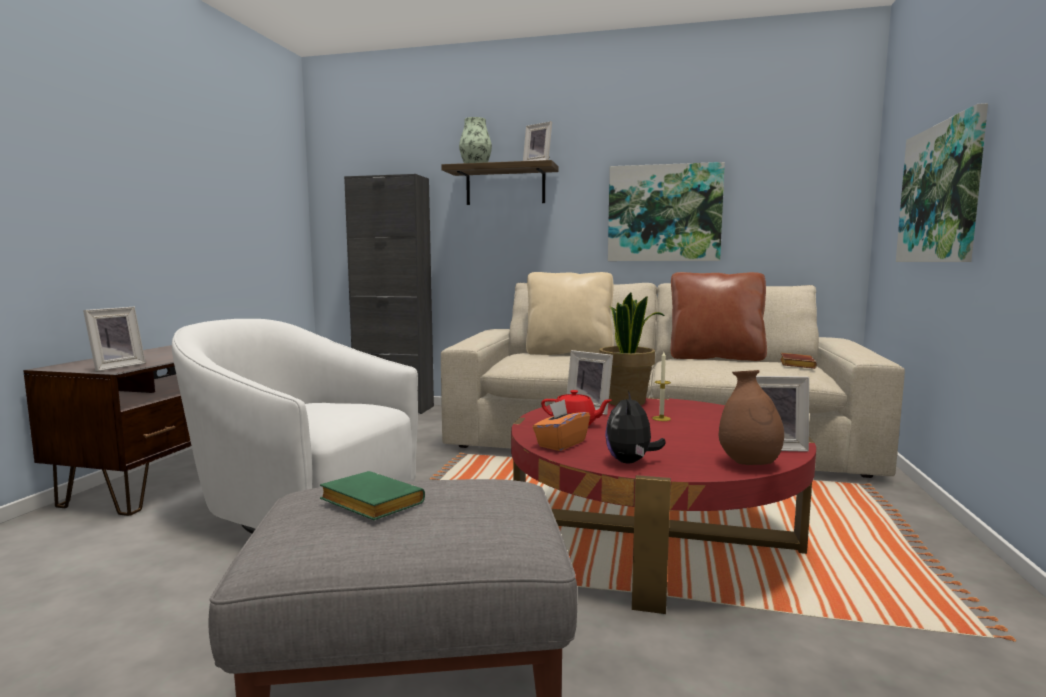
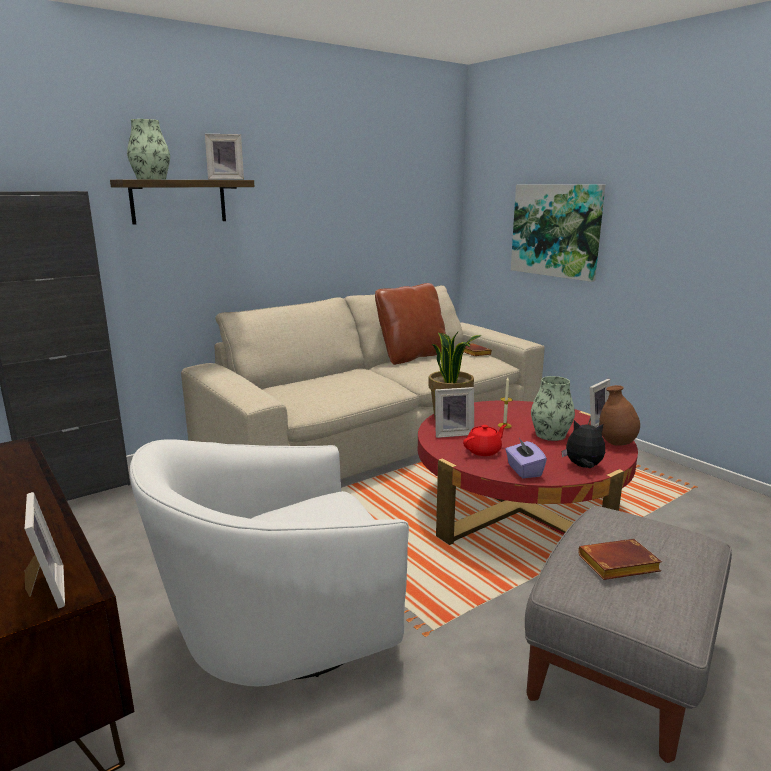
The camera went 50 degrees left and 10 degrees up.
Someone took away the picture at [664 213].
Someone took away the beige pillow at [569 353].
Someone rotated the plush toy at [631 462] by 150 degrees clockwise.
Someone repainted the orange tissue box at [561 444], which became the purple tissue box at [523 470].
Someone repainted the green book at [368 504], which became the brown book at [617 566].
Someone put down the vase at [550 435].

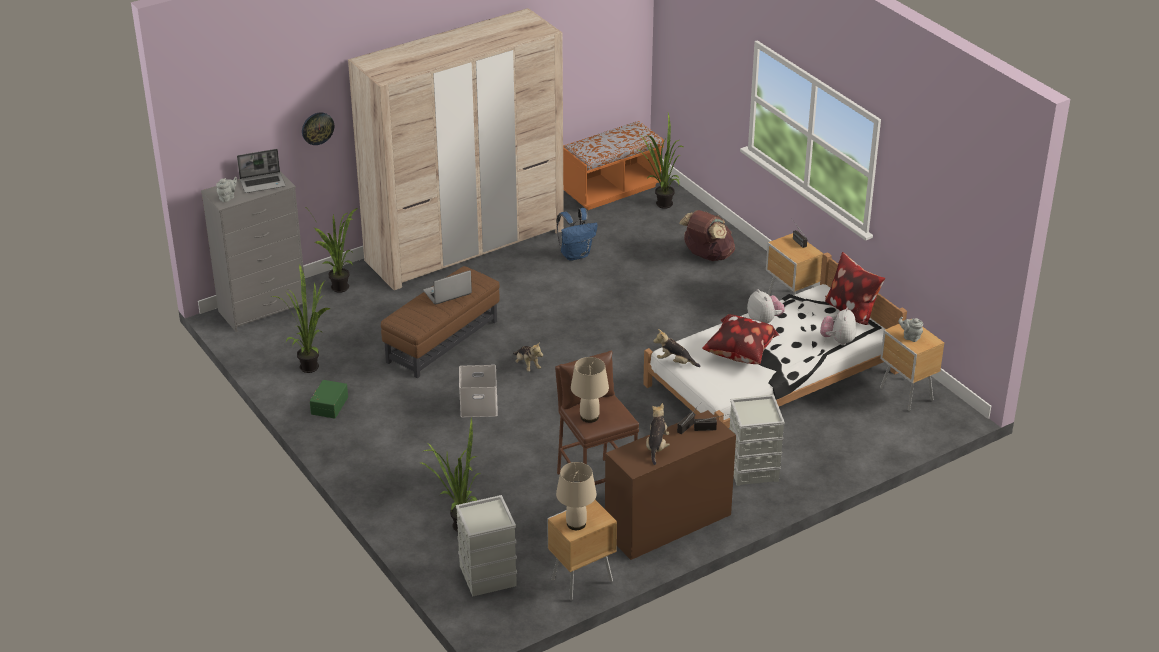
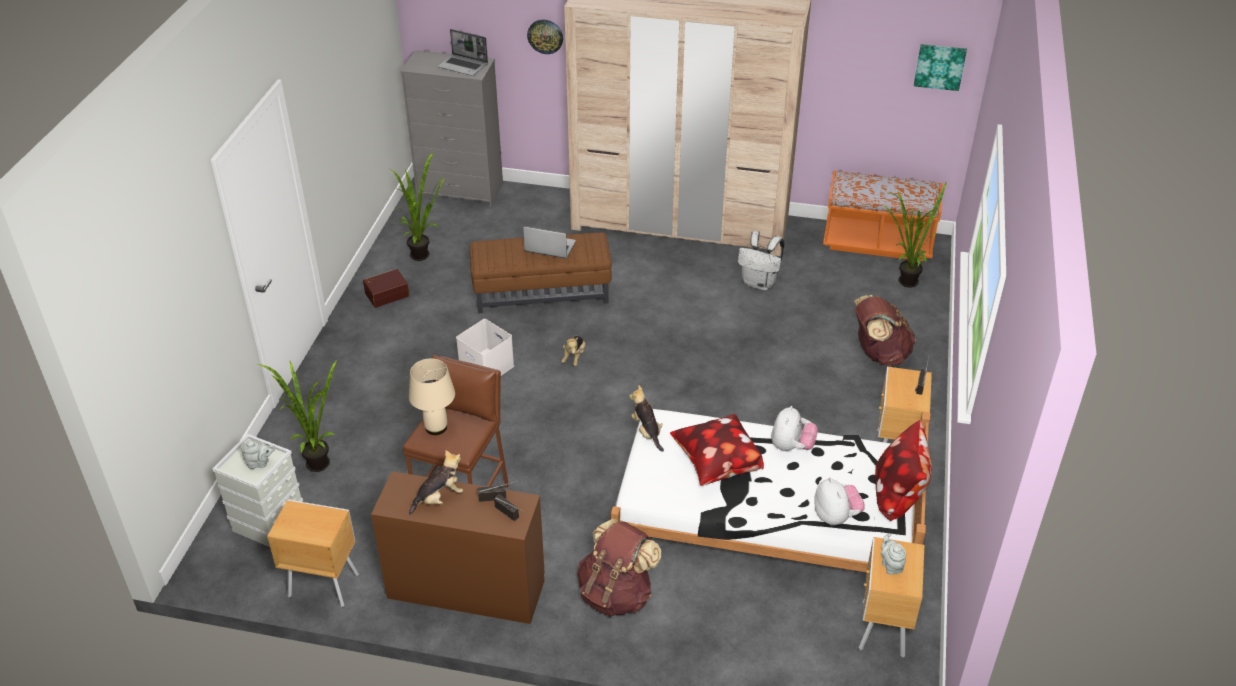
The camera went 45 degrees right and 5 degrees up.
Someone carried the grey teapot from [228 198] to [260 463].
Someone took away the potted plant at [340 290].
Someone repainted the blue backpack at [575 254], which became the white backpack at [759 283].
Someone rotated the plush toy at [837 340] by 105 degrees clockwise.
Someone repainted the green storage box at [328 405], which became the brown storage box at [386 294].
Someone swapped the grey storage box at [753 469] for the brown backpack at [616 594].
Someone took away the beige table lamp at [576 524].
Someone put up the picture at [939 66].

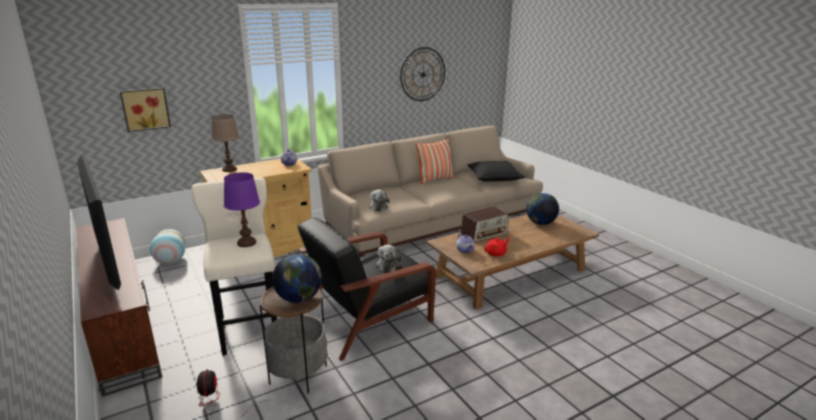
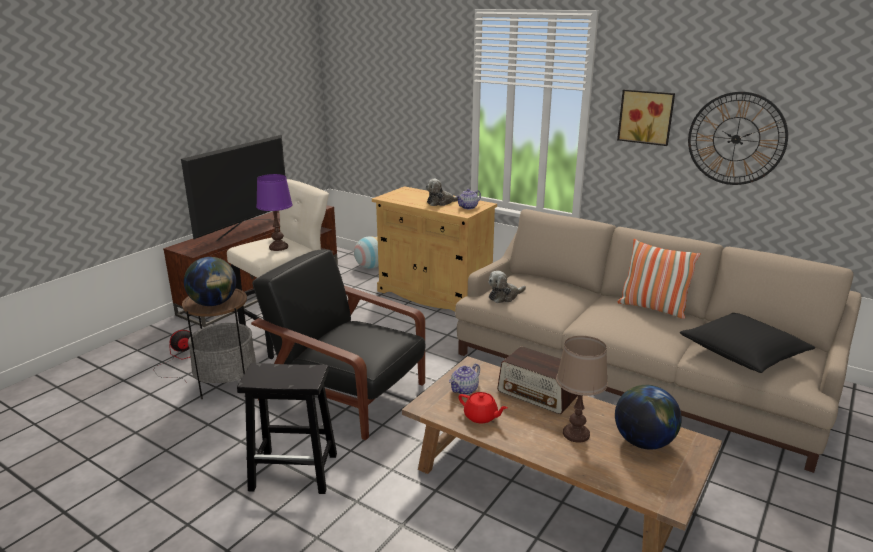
The camera went 65 degrees right and 0 degrees up.
Someone carried the picture from [145 109] to [646 117].
Someone carried the brown table lamp from [229 169] to [576 434].
Someone carried the plush toy from [388 264] to [441 202].
Someone put down the black stool at [295 471].

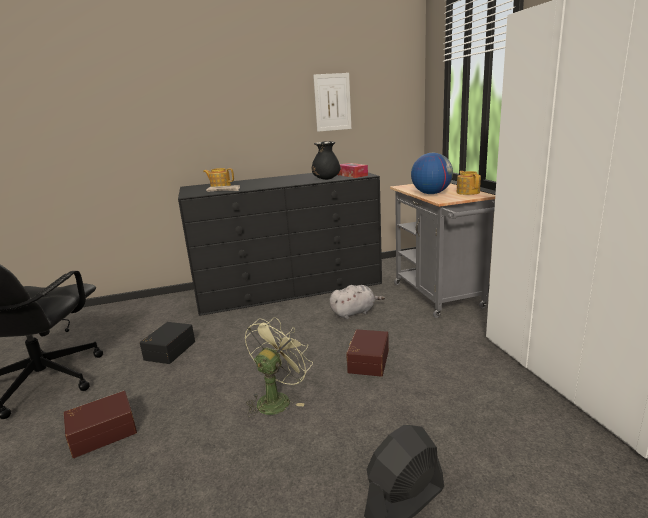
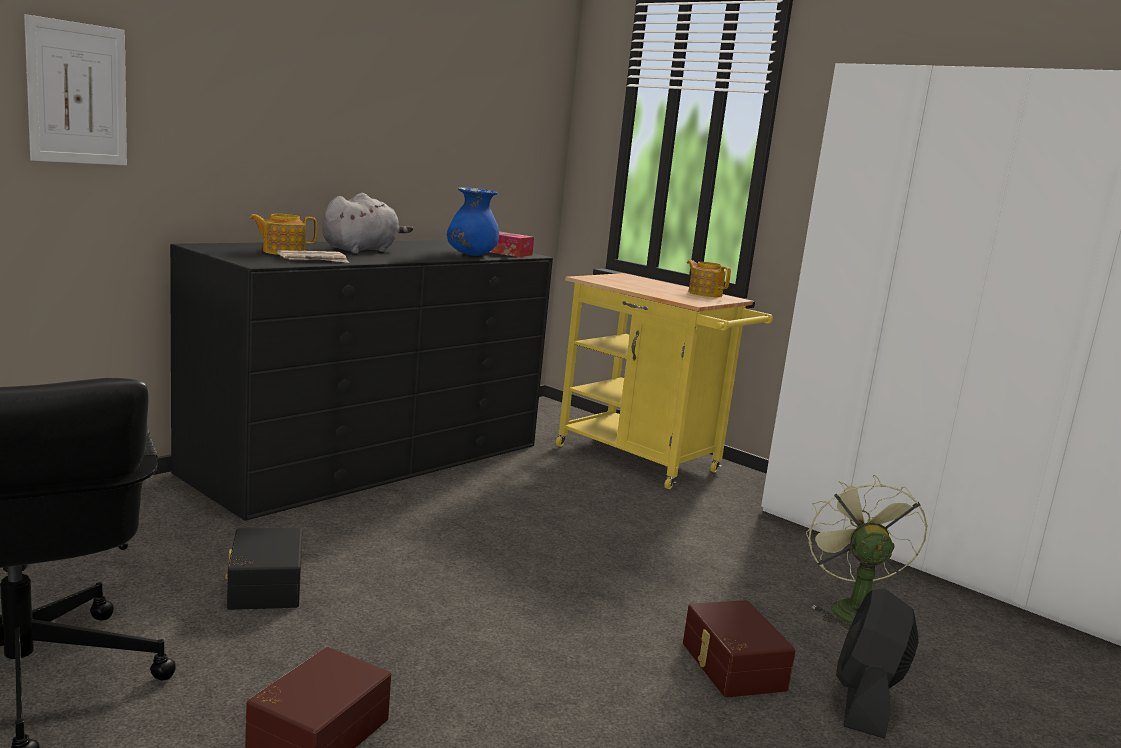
The camera went 35 degrees left and 5 degrees down.
Someone carried the picture from [332 102] to [77 93].
Someone repainted the black vase at [326 179], which became the blue vase at [471 255].
Someone took away the globe at [431 193].
Someone repainted the grey cart at [441 297], which became the yellow cart at [645 462].
Someone carried the grey plush toy from [354 312] to [362 250].
Someone carried the green fan from [277 399] to [851 608].
Someone carried the brown storage box from [367 361] to [731 666].

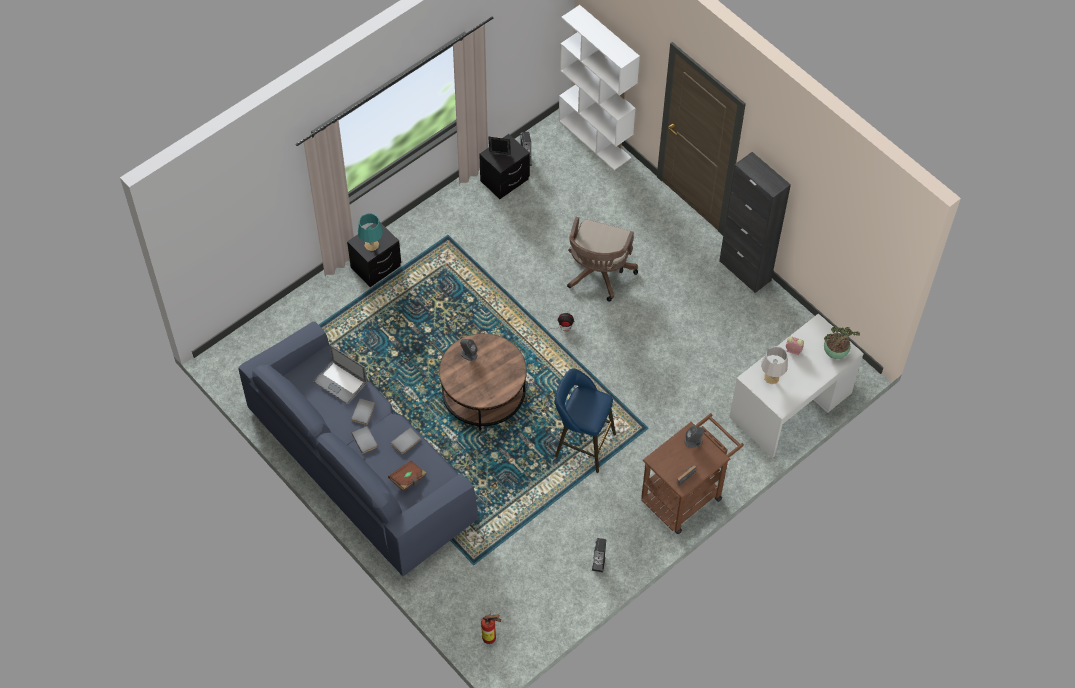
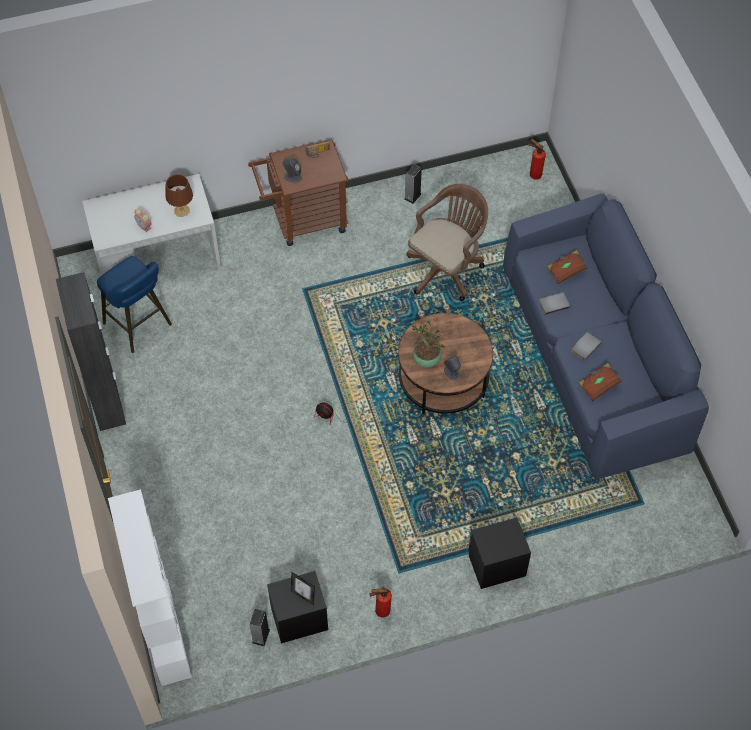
The camera went 155 degrees left and 0 degrees up.
Someone took away the turquoise table lamp at [371 245].
Someone carried the brown office chair from [598 274] to [446 268].
Someone carried the potted plant from [836 352] to [425 360].
Someone swapped the laptop at [340 382] for the brown book at [598 385].
Someone repainted the grey table lamp at [772 377], which became the brown table lamp at [181 210].
Someone carried the blue stool from [581 444] to [140 326].
Someone took away the grey book at [365 440].
Someone put down the fire extinguisher at [380 611].

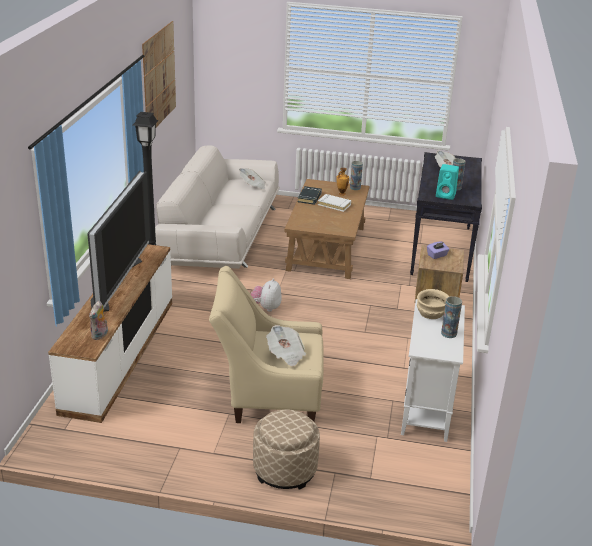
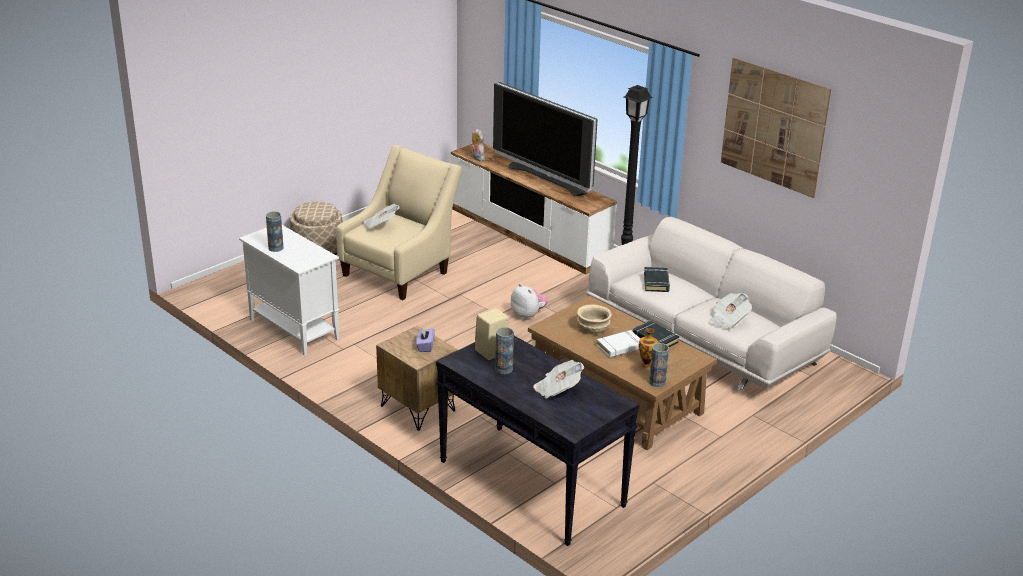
The camera went 125 degrees right and 0 degrees up.
Someone repainted the turquoise speaker at [446 195], which became the beige speaker at [491 352].
Someone carried the beige bowl from [431 313] to [592 328].
Someone put down the black book at [656 282].

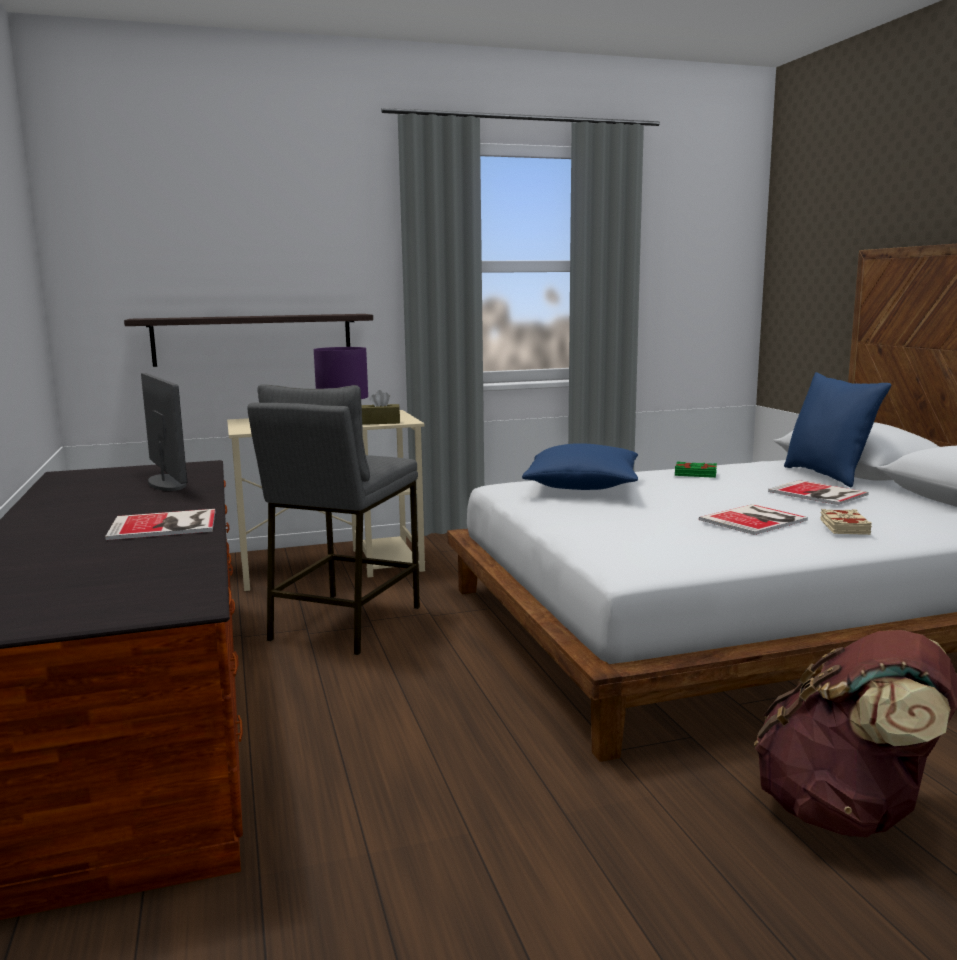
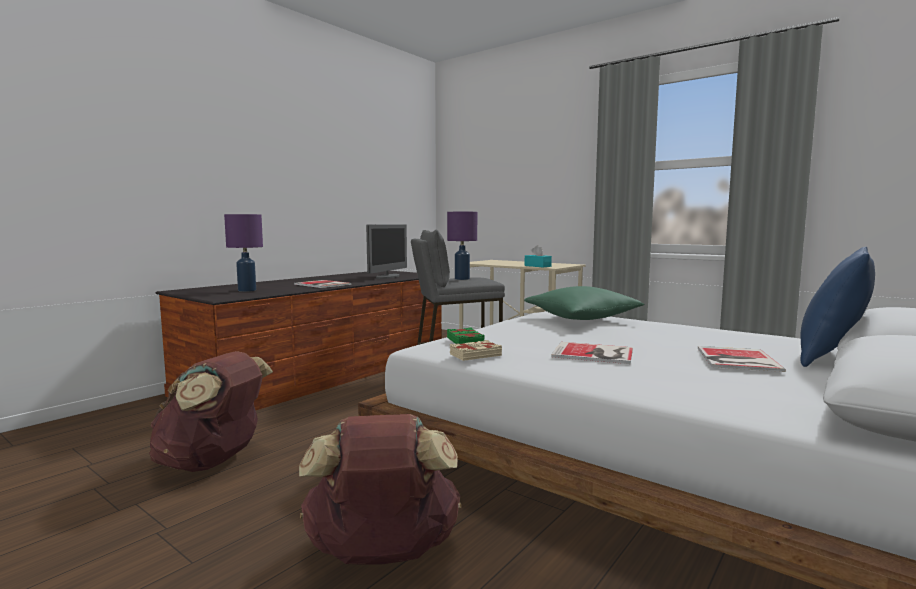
The camera went 55 degrees right and 5 degrees down.
Someone took away the shelf at [253 339].
Someone repainted the brown tissue box at [380 422], which became the turquoise tissue box at [537 266].
Someone repainted the blue pillow at [582 486], which became the green pillow at [581 318].
Someone carried the green book from [695 474] to [466 341].
Someone carried the beige book from [843 527] to [475 355].
Someone put down the purple table lamp at [247 290].
Someone put down the brown backpack at [213 462].

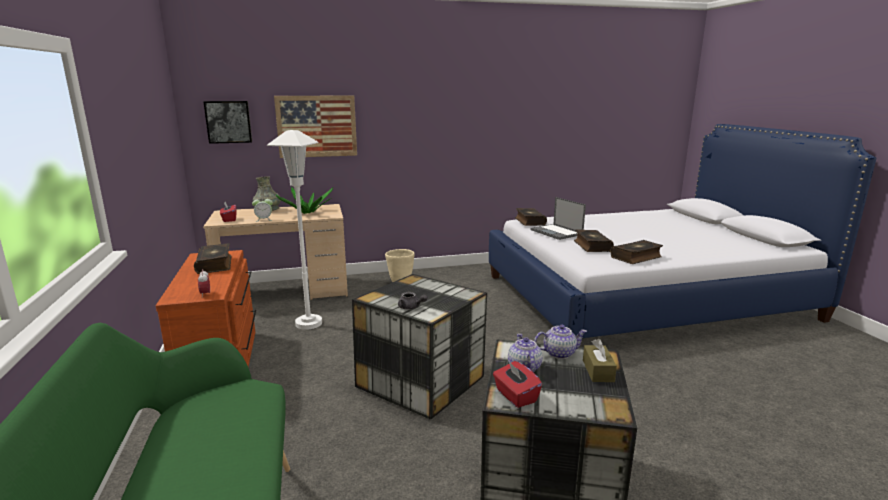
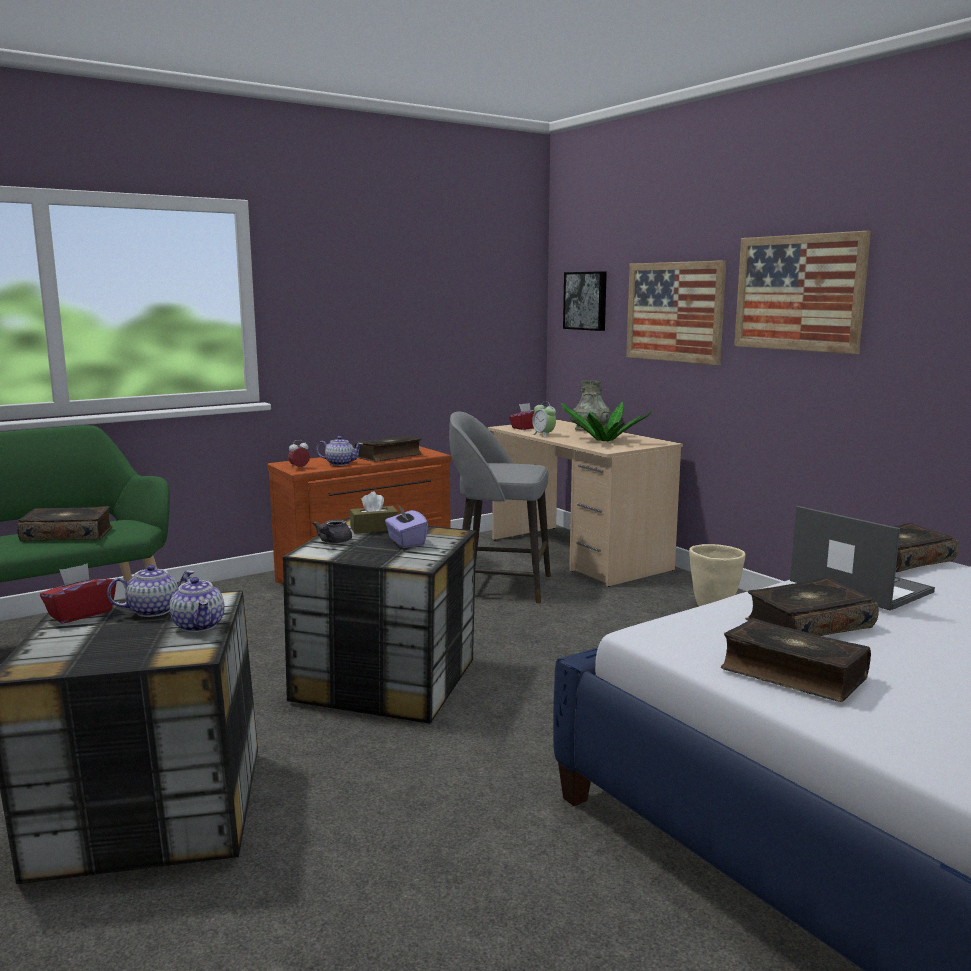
The camera went 70 degrees right and 5 degrees down.
Someone swapped the white floor lamp at [308 323] for the grey stool at [499 586].
Someone rotated the laptop at [557 232] by 105 degrees clockwise.
Someone carried the brown tissue box from [598 371] to [374 528].
Someone put up the picture at [798 293].
Someone put down the teapot at [340 463].
Someone put down the purple tissue box at [406 542].
Someone put down the book at [67 534].

